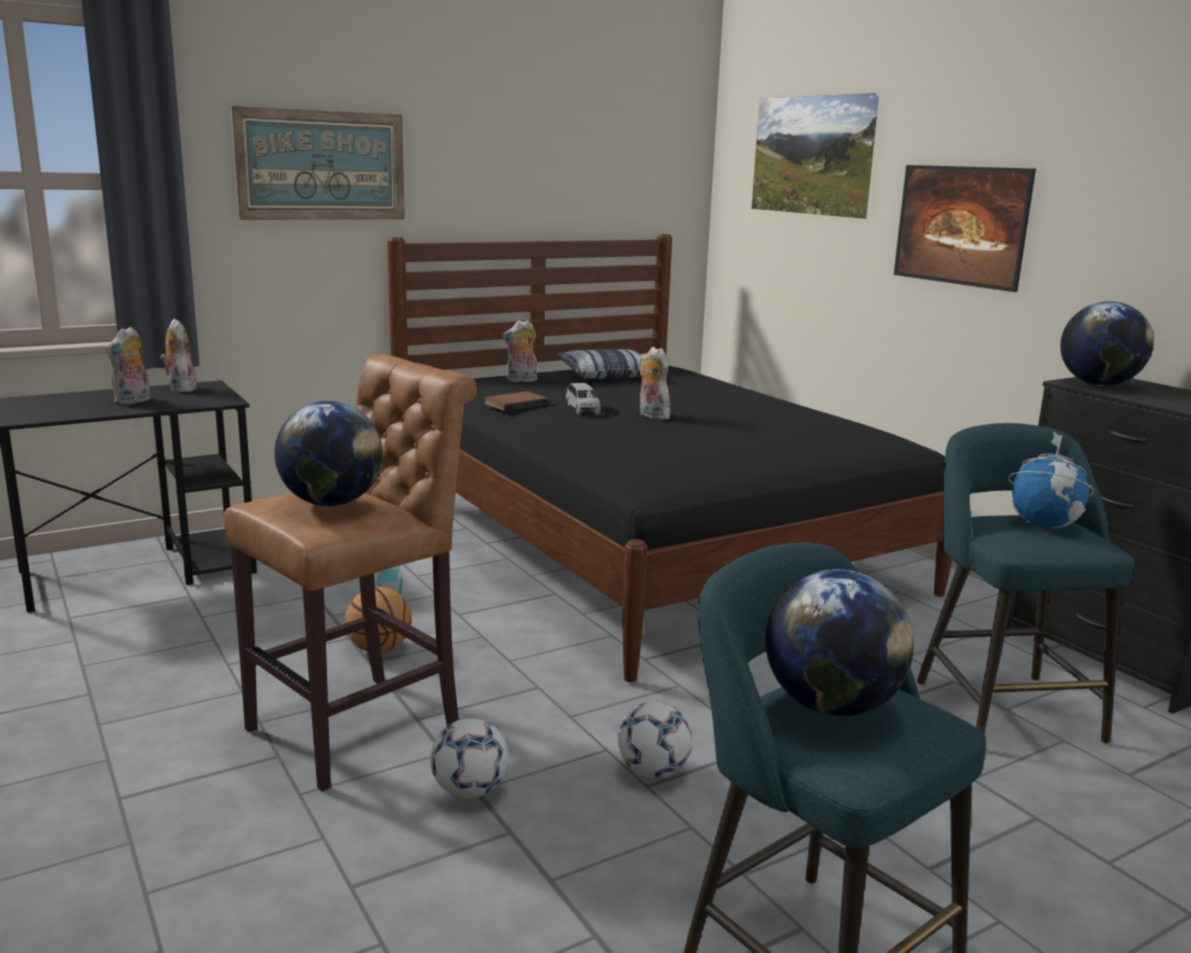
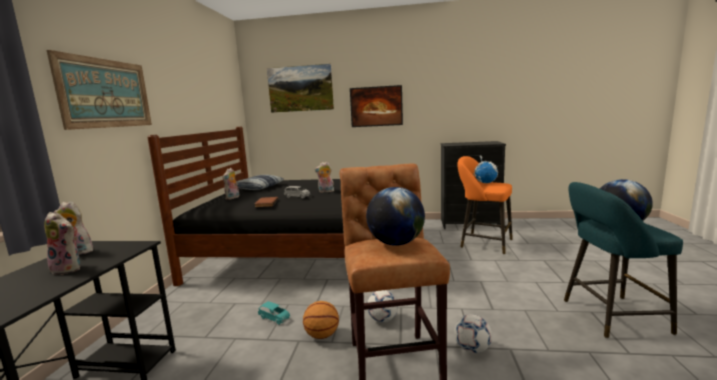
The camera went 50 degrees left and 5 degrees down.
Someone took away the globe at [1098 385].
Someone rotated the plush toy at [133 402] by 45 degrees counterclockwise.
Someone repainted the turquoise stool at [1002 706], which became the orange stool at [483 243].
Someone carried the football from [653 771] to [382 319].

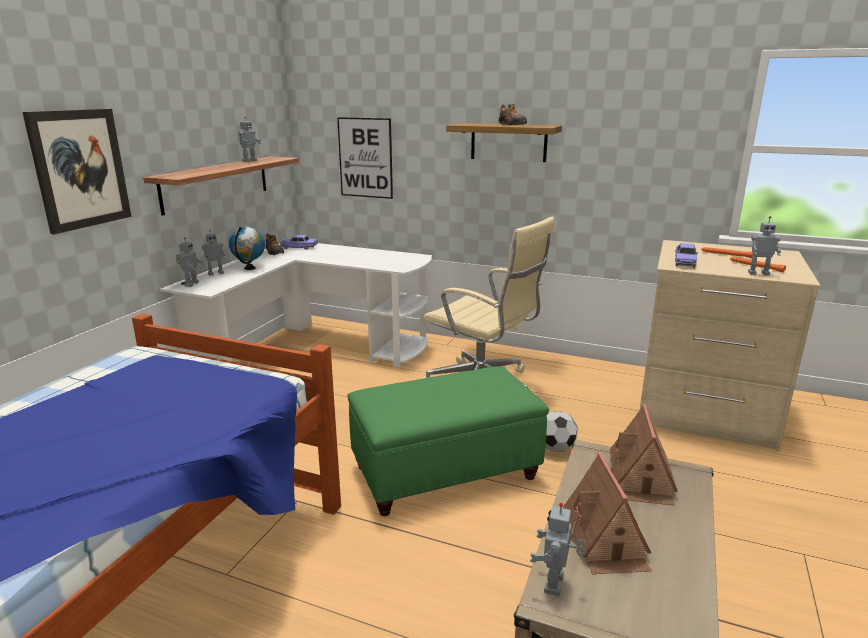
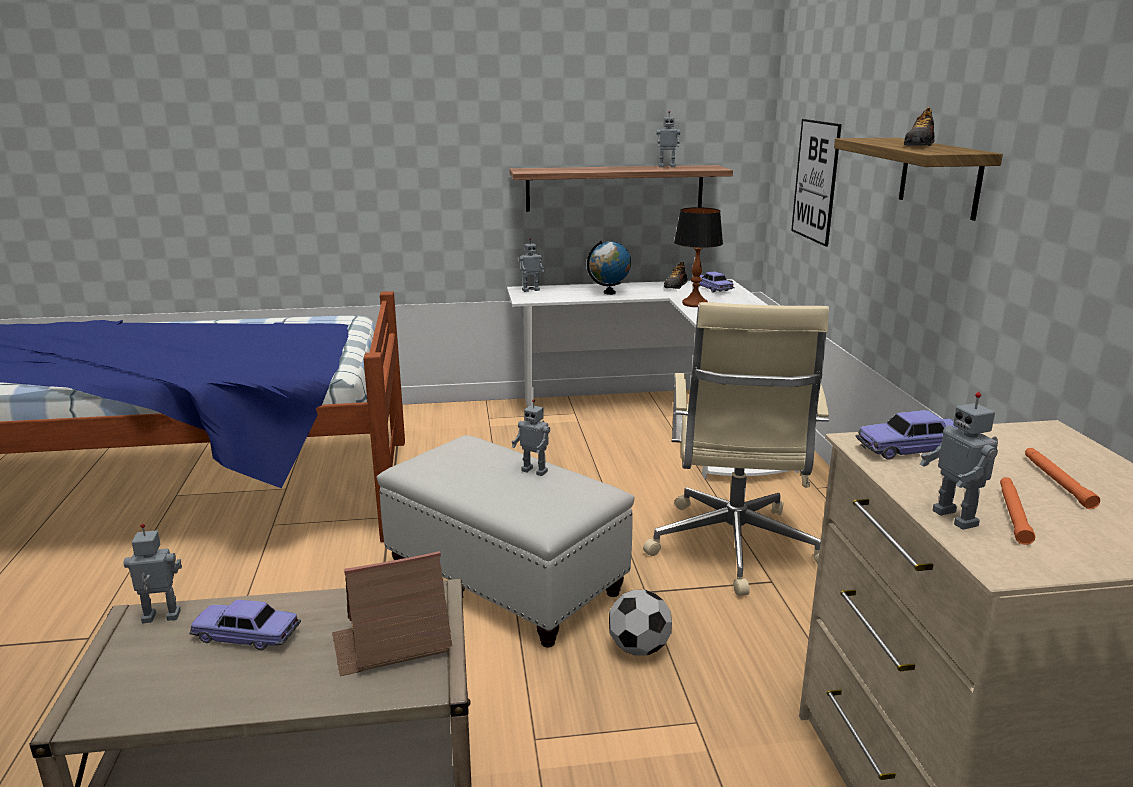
The camera went 60 degrees right and 0 degrees up.
Someone took away the picture at [80 169].
Someone carried the toy robot from [215 273] to [535 471].
Someone repainted the green ottoman at [446 472], which became the white ottoman at [506 580].
Someone swapped the toy house at [605 540] for the toy car at [246 636].
Someone put down the table lamp at [694 304].

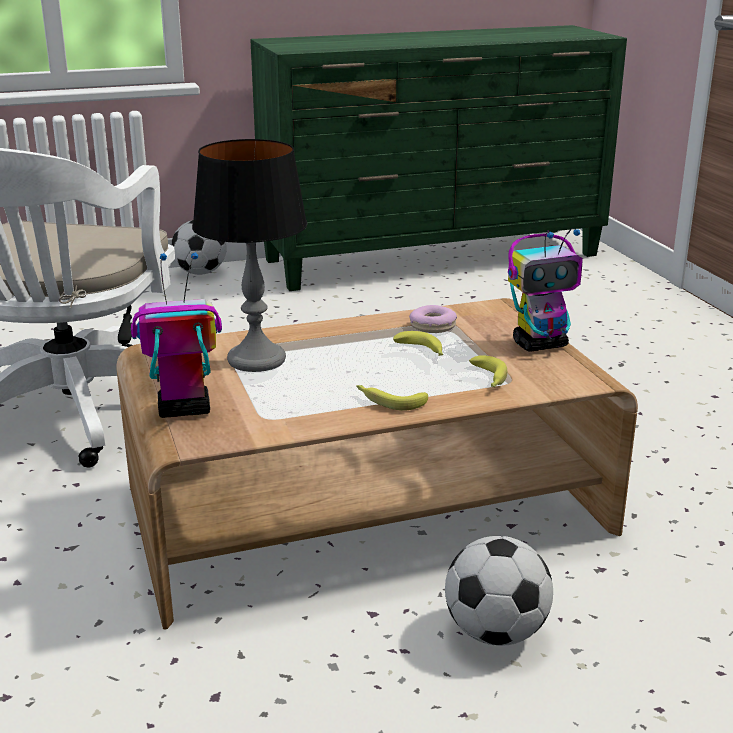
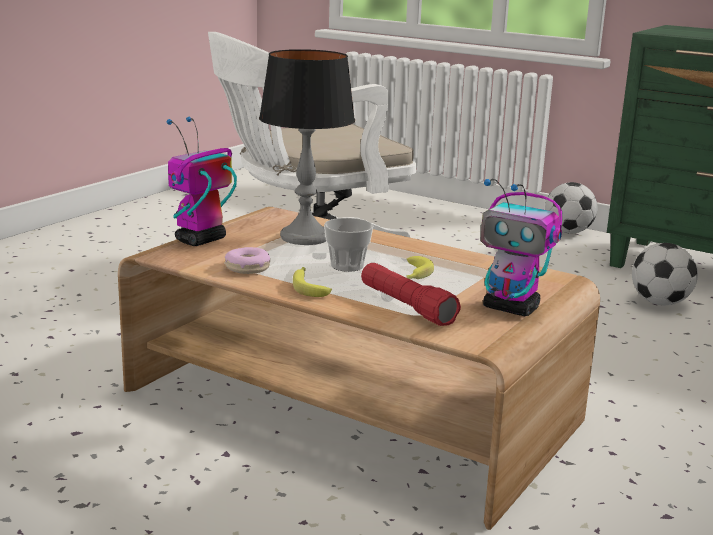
The camera went 50 degrees right and 5 degrees down.
Someone rotated the toy robot at [183 409] by 90 degrees counterclockwise.
Someone carried the donut from [432 326] to [247 267].
Someone swapped the banana at [489 379] for the red flashlight at [406 306].
Someone carried the football from [495 632] to [660 303].
Someone put down the cup at [347 266].

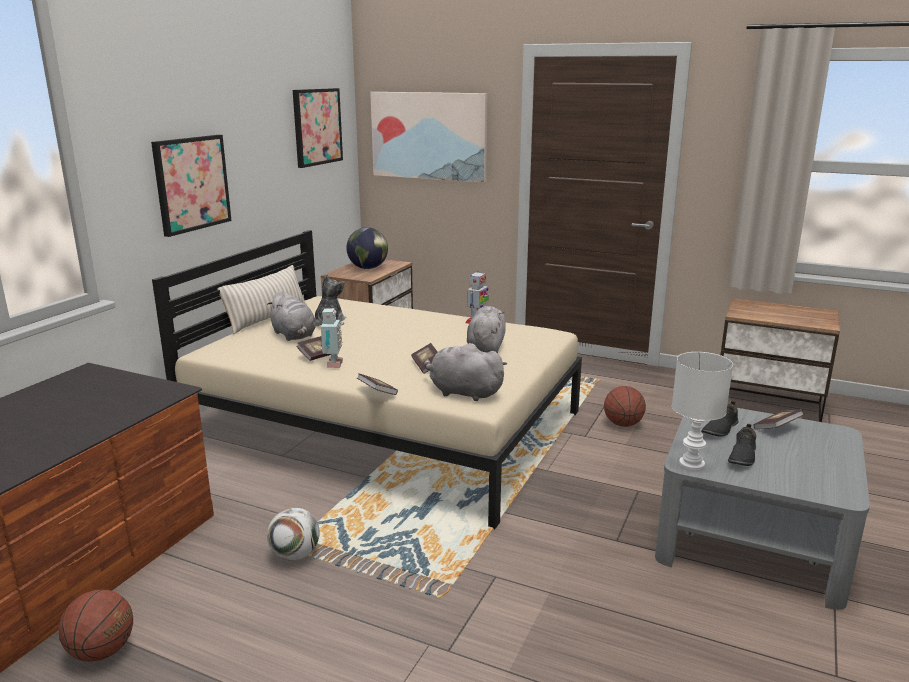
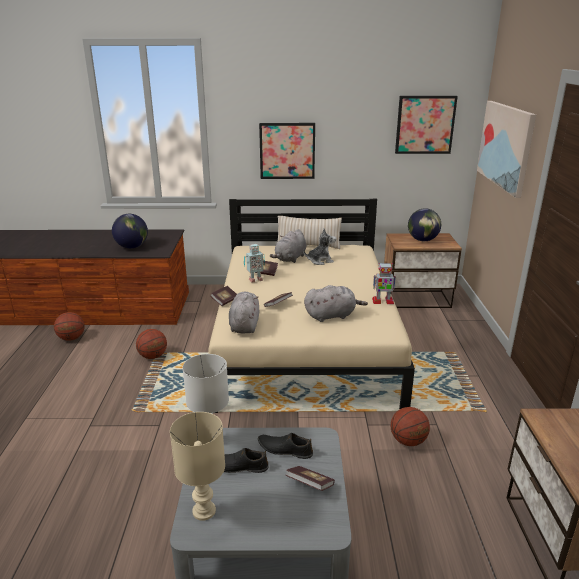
The camera went 65 degrees right and 5 degrees up.
Someone swapped the football at [295 555] for the basketball at [153 356].
Someone put down the globe at [132 247].
Someone put down the beige table lamp at [203 512].

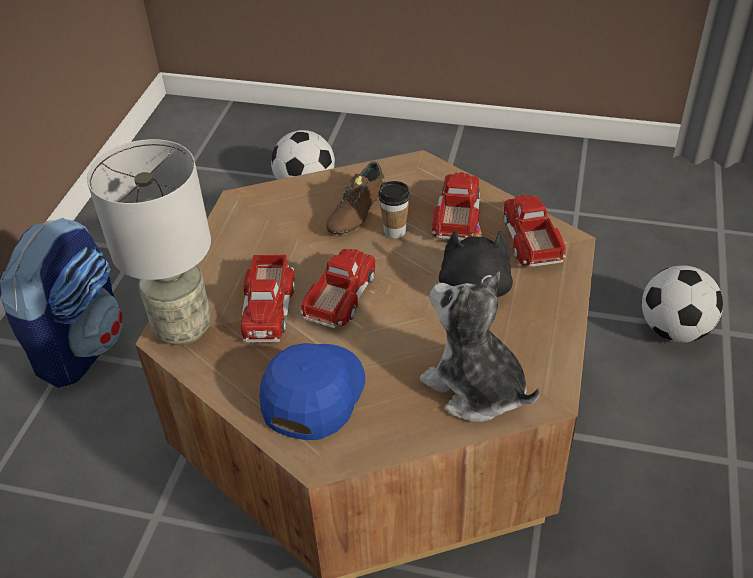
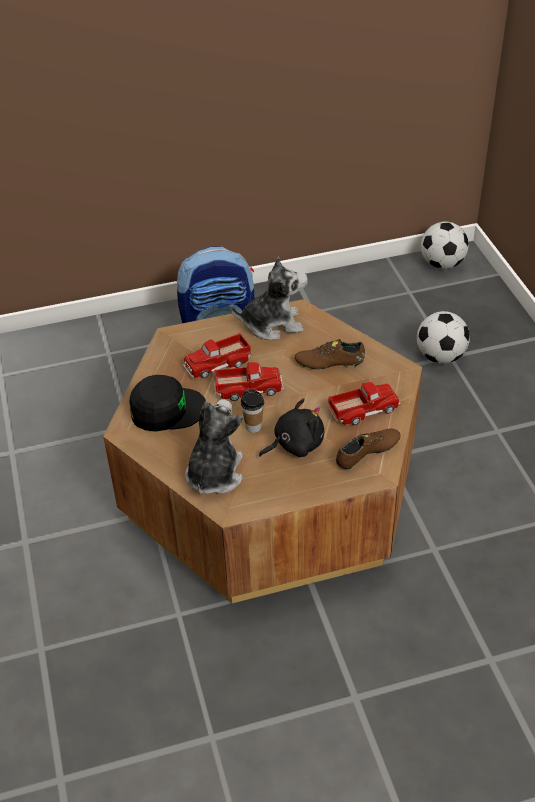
The camera went 60 degrees right and 0 degrees up.
Someone took away the grey table lamp at [181 328].
Someone carried the cup from [395 231] to [253 426].
Someone swapped the toy truck at [531 240] for the brown shoe at [367 453].
Someone carried the football from [674 330] to [442 264].
Someone repainted the blue cap at [312 393], which became the black cap at [166 409].
Someone put down the plush toy at [272 324].

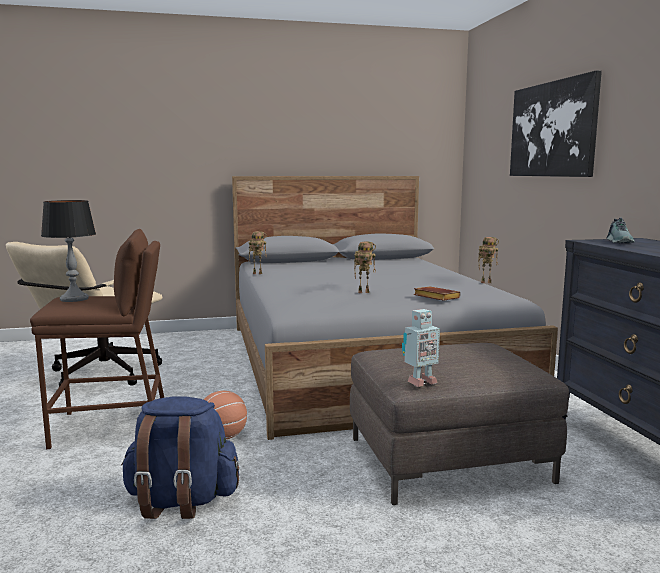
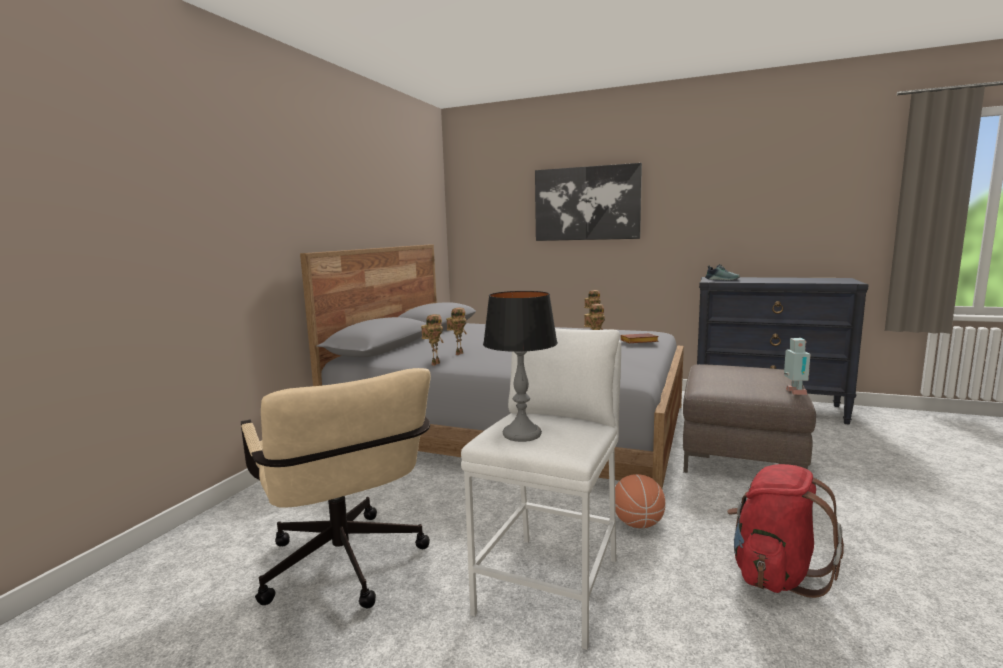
The camera went 55 degrees left and 0 degrees up.
Someone repainted the brown stool at [111 426], which became the white stool at [551 585].
Someone repainted the blue backpack at [181 501], which became the red backpack at [775 574].
Someone put down the toy robot at [458 353].

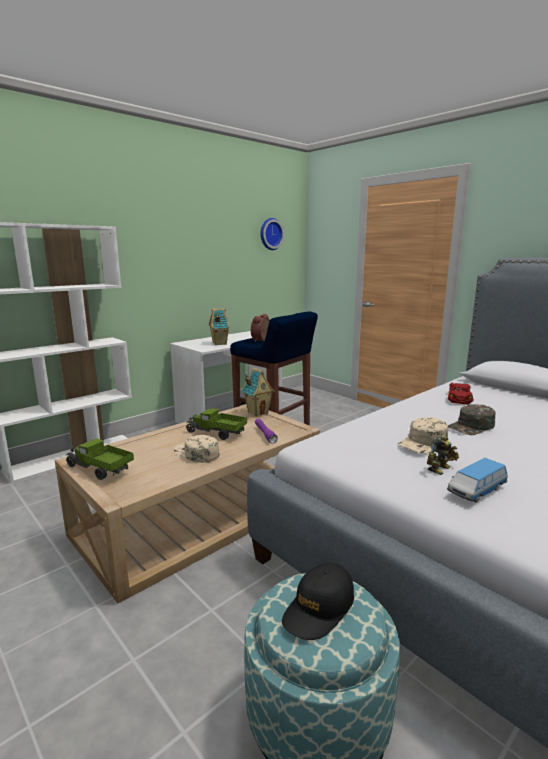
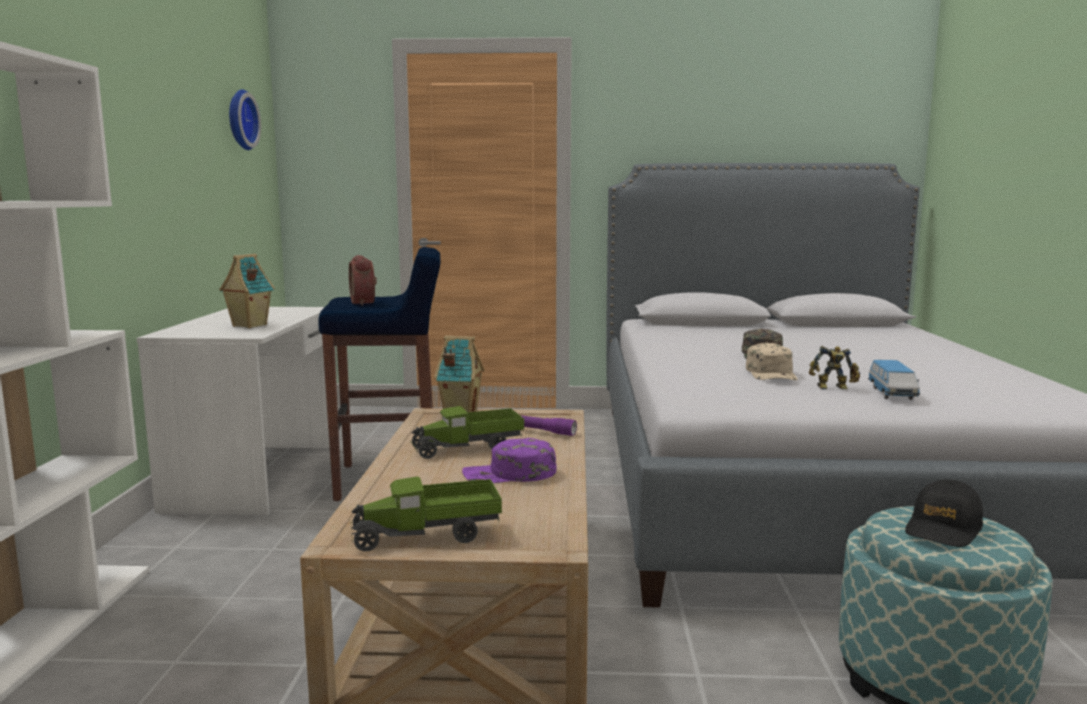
The camera went 45 degrees left and 5 degrees down.
Someone took away the red toy car at [459 398].
Someone rotated the toy robot at [441 469] by 90 degrees clockwise.
Someone repainted the beige cap at [196 453], which became the purple cap at [509 474].
Someone rotated the black cap at [319 609] by 45 degrees clockwise.

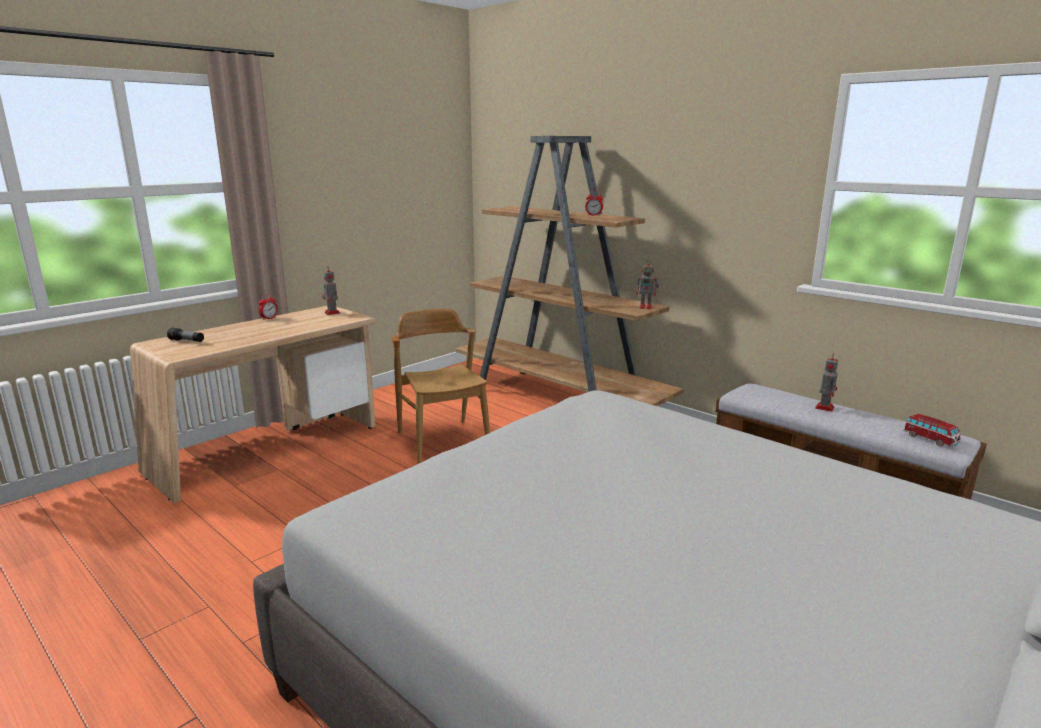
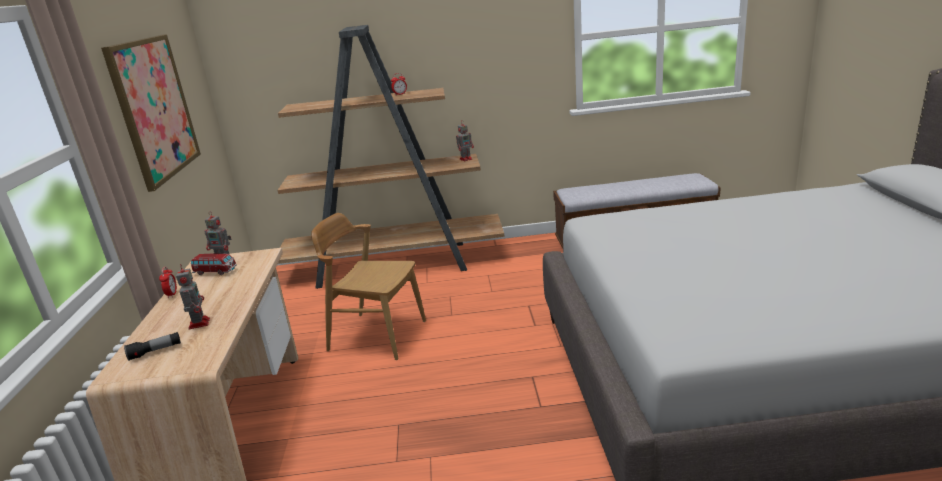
The camera went 45 degrees left and 5 degrees up.
Someone carried the toy robot from [824 407] to [199 323].
Someone carried the toy car from [930 439] to [215 271].
Someone put up the picture at [154 108].

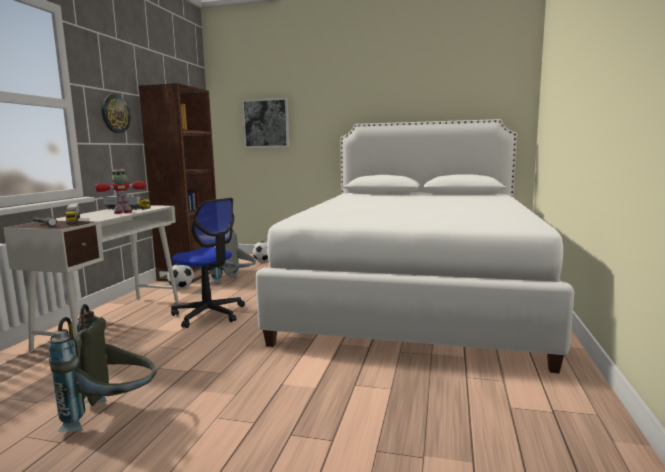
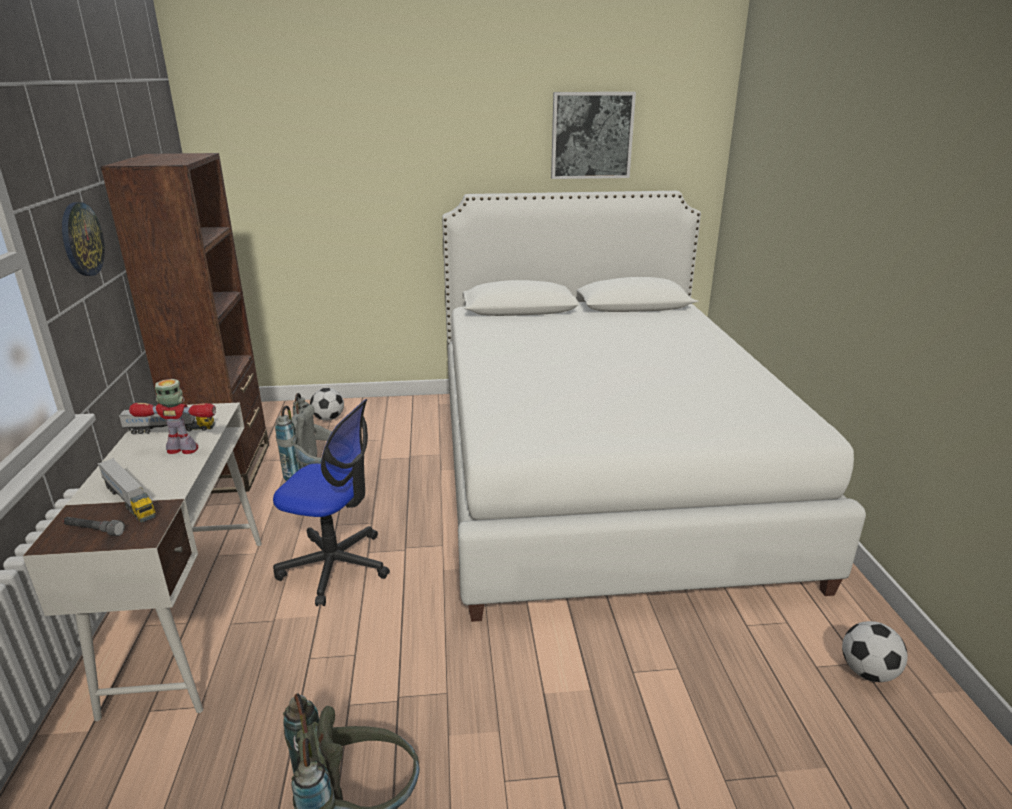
The camera went 20 degrees left and 15 degrees up.
Someone carried the picture from [266 123] to [591 135].
Someone rotated the toy robot at [123 212] by 60 degrees clockwise.
Someone carried the football from [181 288] to [867 672].

